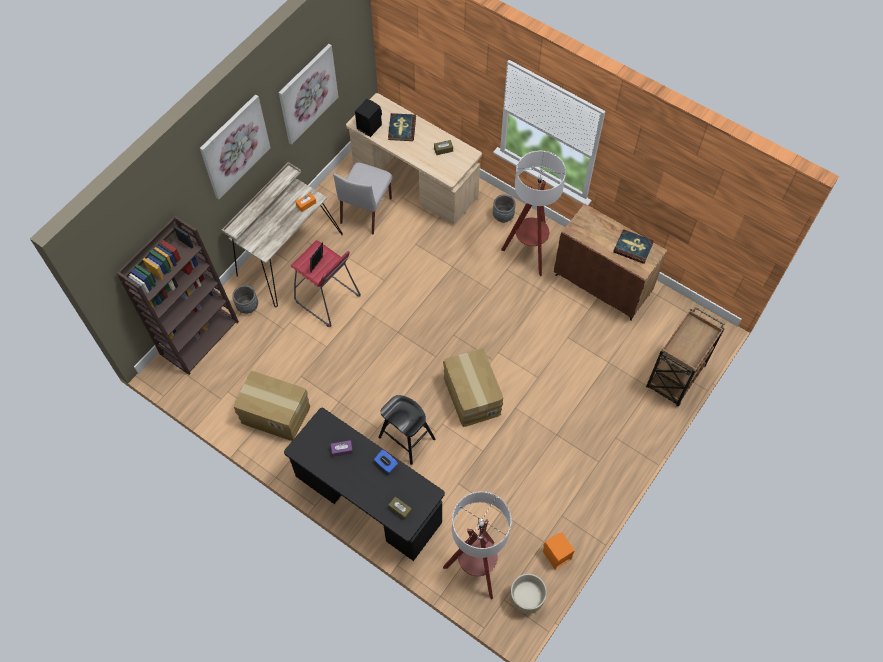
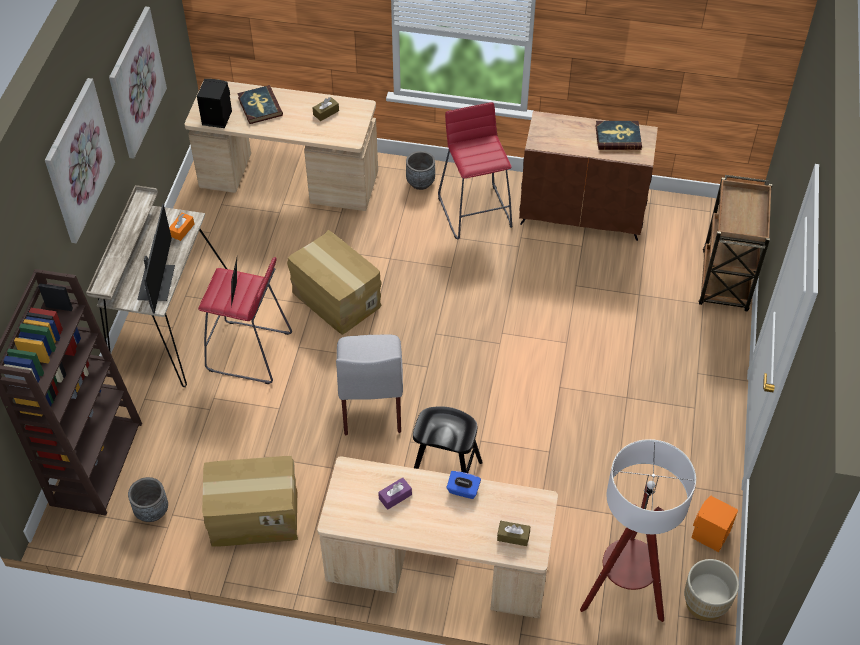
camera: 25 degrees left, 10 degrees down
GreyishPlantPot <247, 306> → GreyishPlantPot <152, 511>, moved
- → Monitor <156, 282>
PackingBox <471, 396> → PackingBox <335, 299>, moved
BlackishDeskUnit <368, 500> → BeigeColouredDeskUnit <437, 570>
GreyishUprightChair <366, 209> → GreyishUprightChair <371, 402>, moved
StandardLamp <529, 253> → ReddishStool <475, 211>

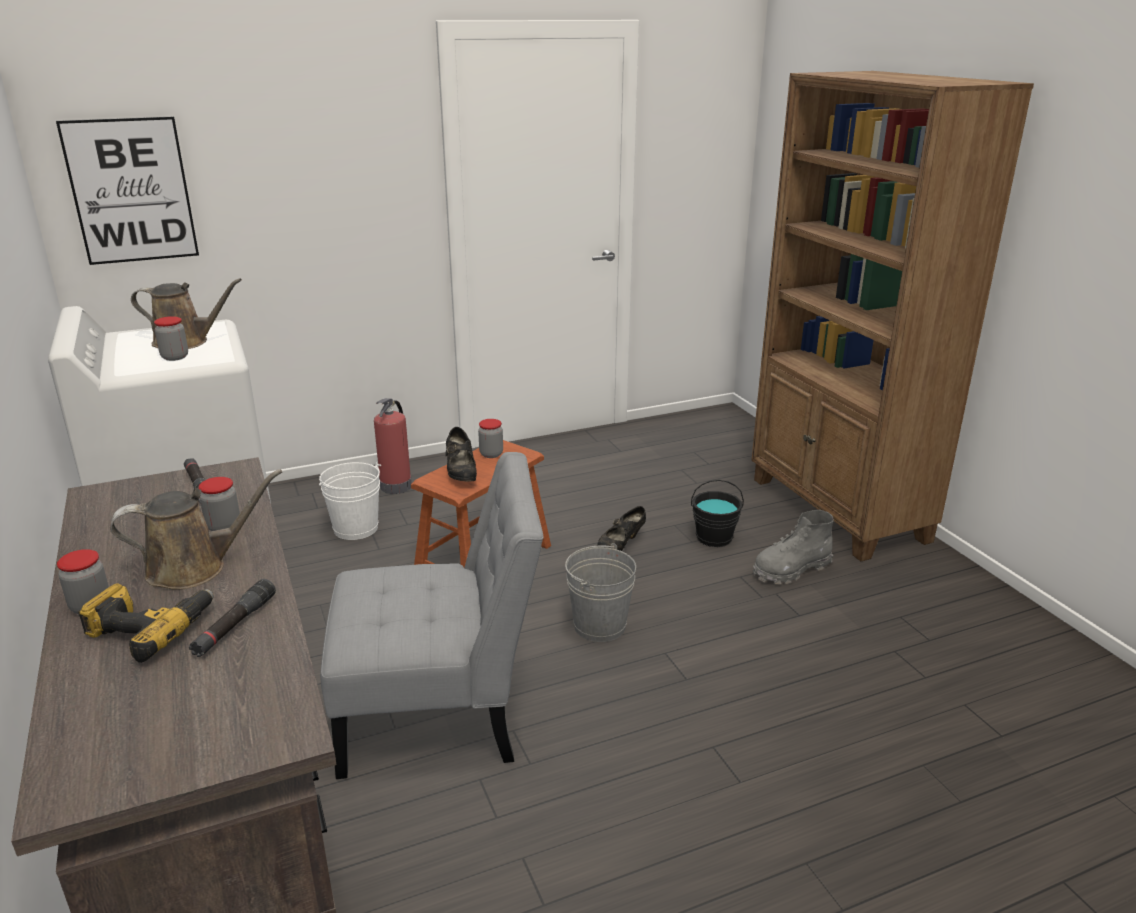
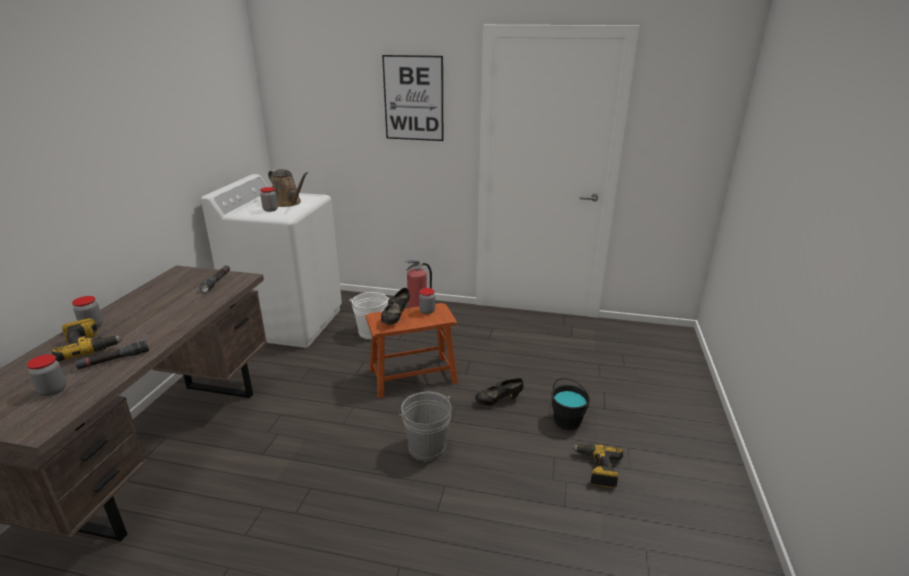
camera: 35 degrees right, 0 degrees up
PreserveJar <224, 526> → PreserveJar <53, 390>, moved
WallArt <131, 191> → WallArt <413, 98>, moved
GreyishHighTopBoot <791, 569> → Drill <597, 469>
BrownishSprinklingCan <195, 567> → -
GreyishUprightChair <440, 712> → -
BrownishShelvingUnit <837, 510> → -

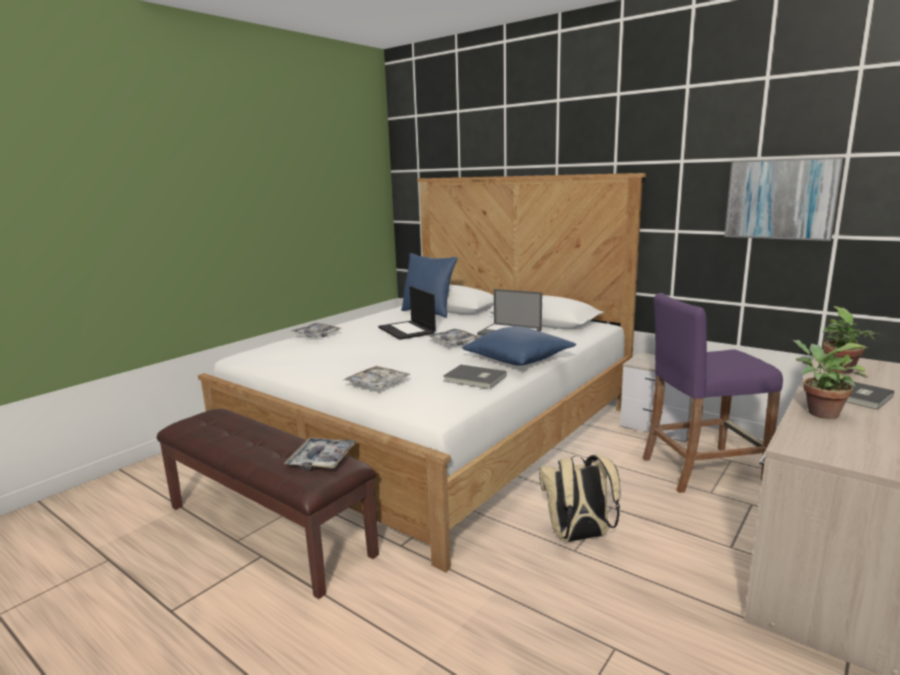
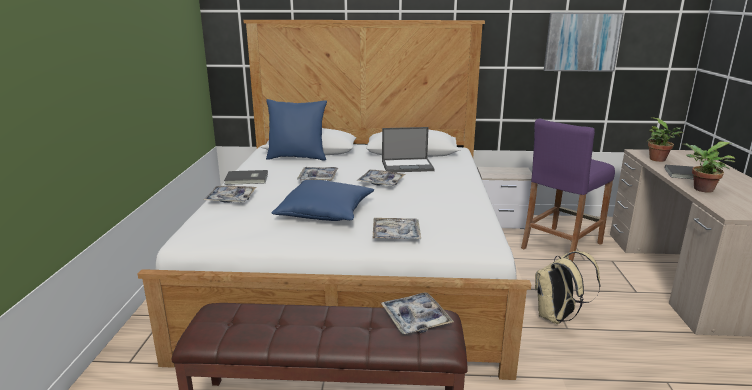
camera: 35 degrees left, 5 degrees up
GreyishBook <475, 379> → GreyishBook <247, 179>, moved
BlueCushion <518, 359> → BlueCushion <326, 213>, moved
NotebookComputer <407, 330> → ServingTray <318, 178>

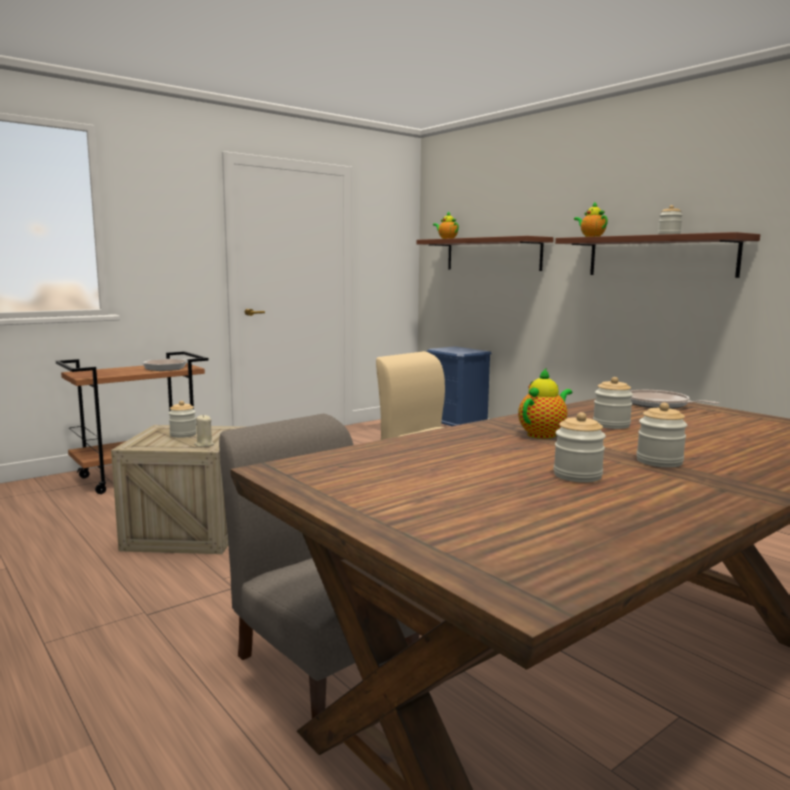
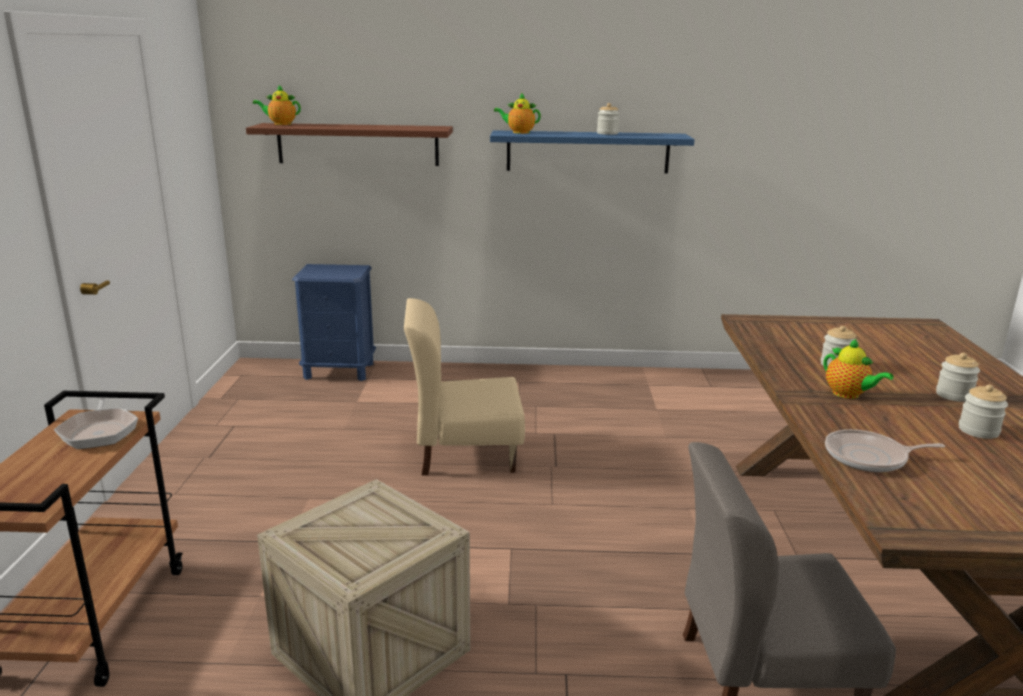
camera: 50 degrees left, 10 degrees up
BrownishShelf <660, 256> → BlueShelf <587, 152>
Teapot <543, 434> → Teapot <848, 395>, 150 degrees clockwise
FryingPan <659, 405> → FryingPan <869, 457>, moved
PreserveJar <183, 435> → -
BeigeColouredCandle <204, 445> → -

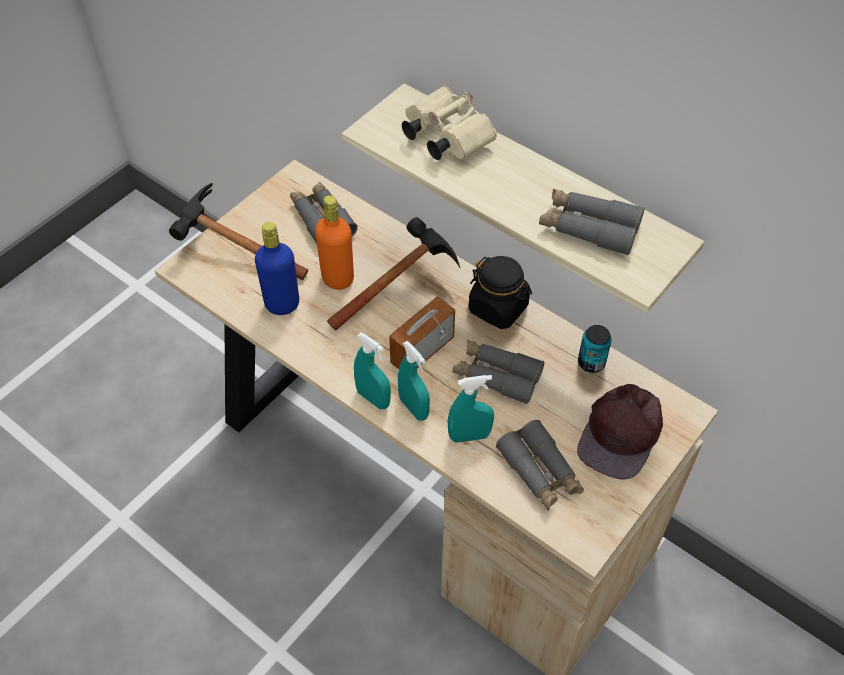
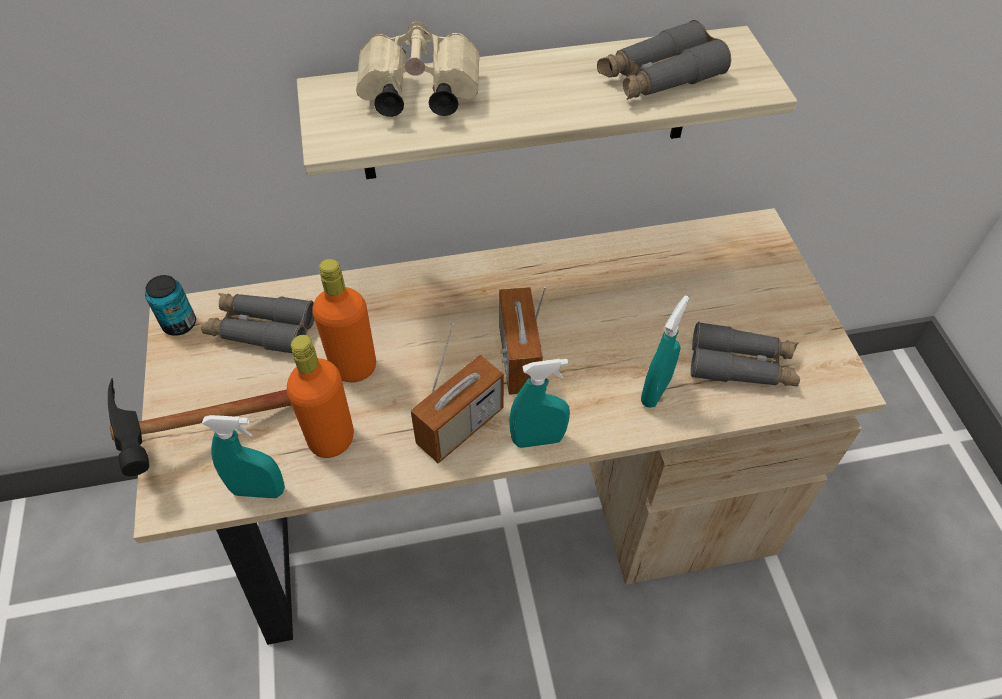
camera: 50 degrees left, 0 degrees up
MetalCan <591, 362> → MetalCan <179, 324>, moved
TurquoiseHandSprayer <413, 408> → TurquoiseHandSprayer <258, 490>, moved
BlueBeverageBottle <282, 304> → OrangeyBeverageBottle <331, 439>
- → Radio <460, 427>
HandHammer <402, 285> → -
GreyishFieldGlasses <496, 376> → -
BlackishPreserveJar <498, 308> → -
BrownishPeakedCap <622, 434> → -

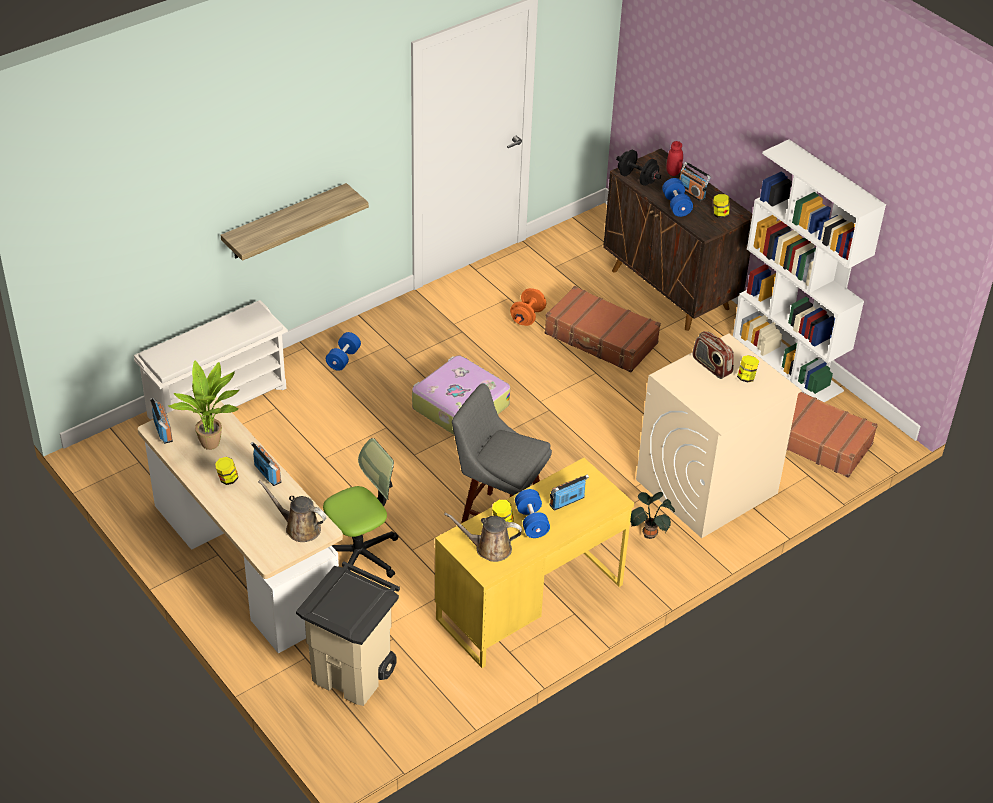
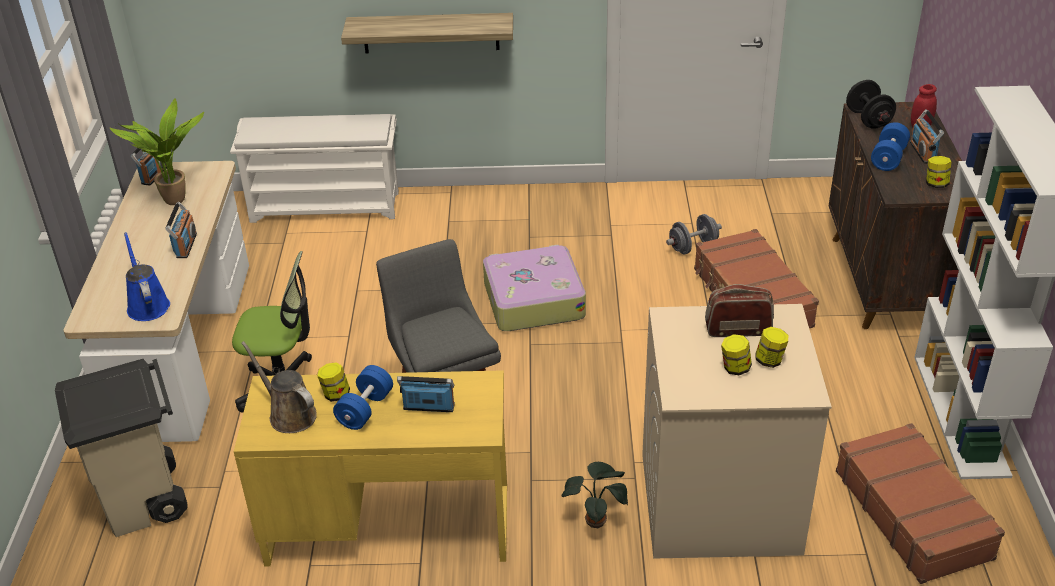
camera: 40 degrees right, 5 degrees down
BrownishSprinklingCan <299, 528> → BlueSprinklingCan <147, 305>
OrangeyDumbbell <527, 317> → GreyishDumbbell <693, 247>
Radio <711, 366> → Radio <737, 329>, 90 degrees clockwise
PreserveJar <227, 479> → PreserveJar <735, 368>, moved
BlueDumbbell <343, 359> → -

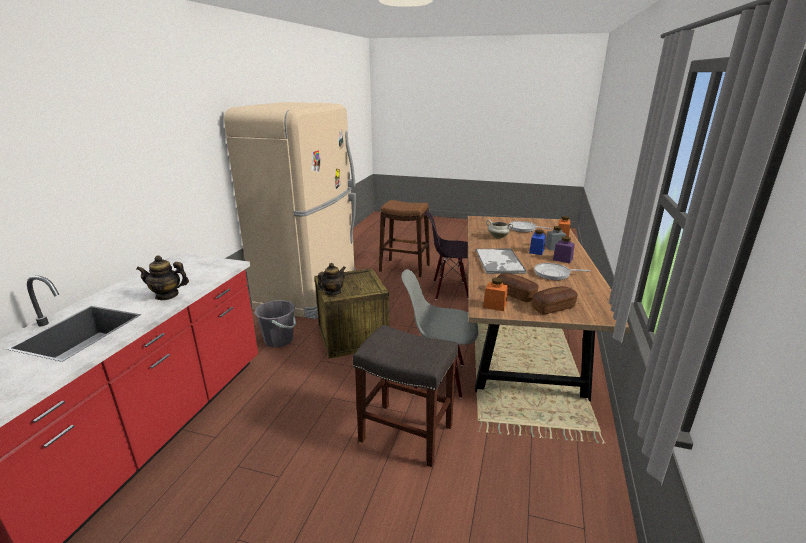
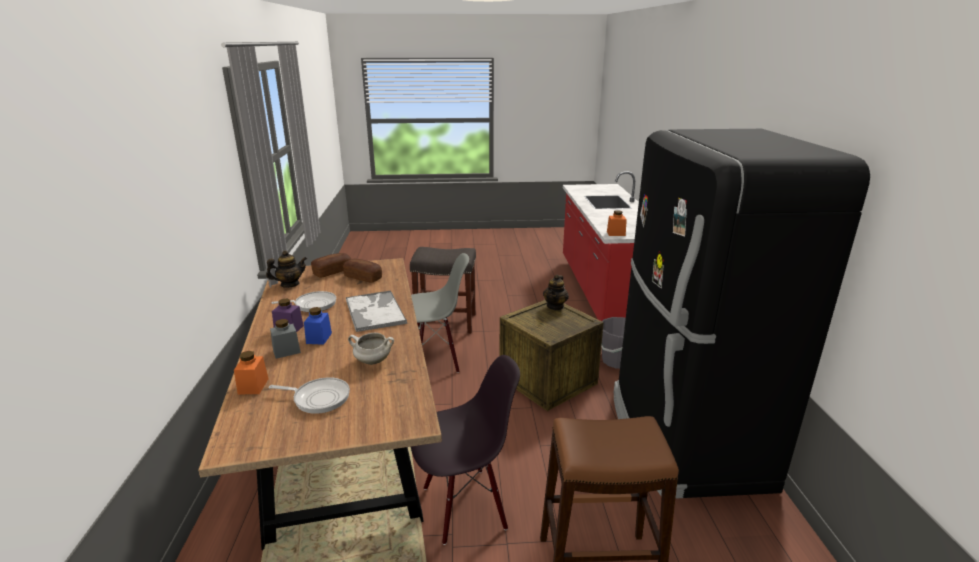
camera: 160 degrees right, 0 degrees up
Teapot <167, 295> → Teapot <289, 284>, moved
OrangeyPreserveJar <494, 305> → OrangeyPreserveJar <616, 233>, moved
BeigeColouredRefrigerator <310, 292> → BlackishRefrigerator <684, 438>

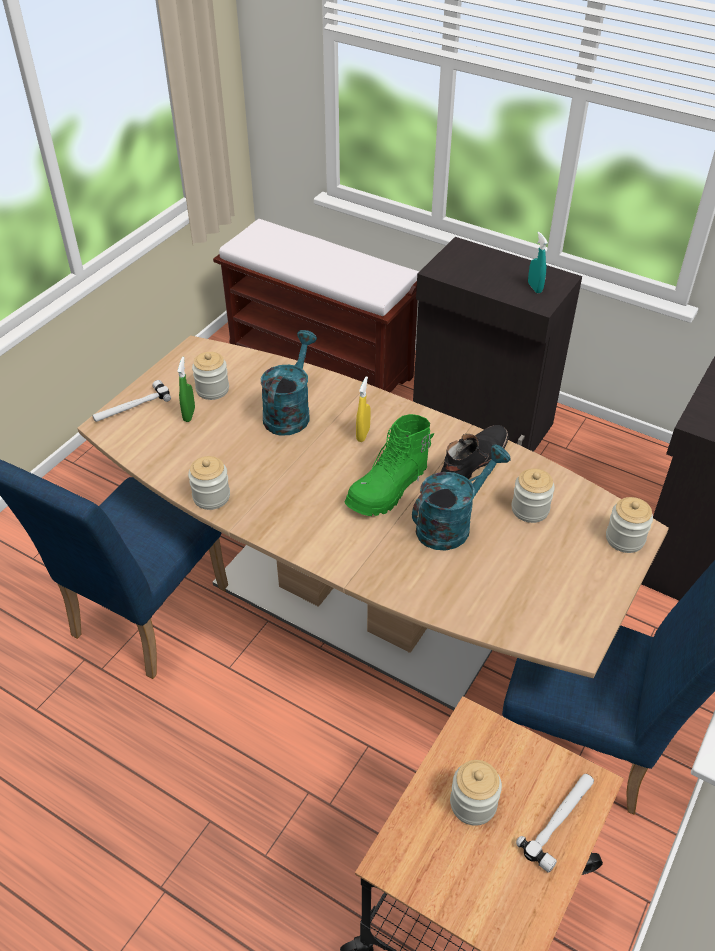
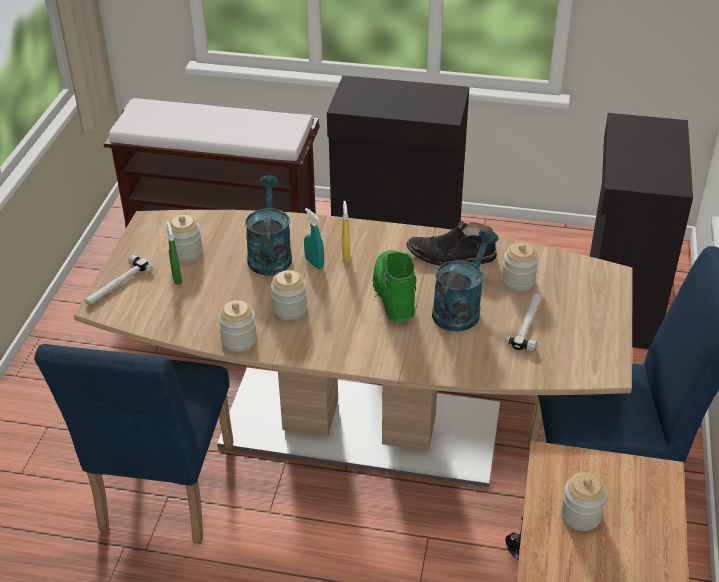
camera: 20 degrees left, 5 degrees down
PreserveJar <625, 539> → PreserveJar <290, 309>, moved
TurquoiseHandSprayer <534, 288> → TurquoiseHandSprayer <314, 263>, moved
GreenColouredHighTopBoot <389, 489> → GreenColouredHighTopBoot <393, 295>, 150 degrees clockwise
BlackishHighTopBoot <471, 461> → BlackishHighTopBoot <451, 256>, 105 degrees counterclockwise
HandHammer <560, 820> → HandHammer <529, 324>, moved

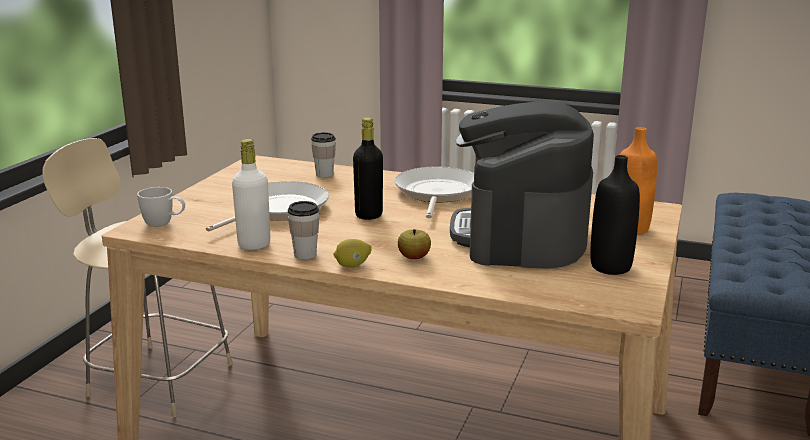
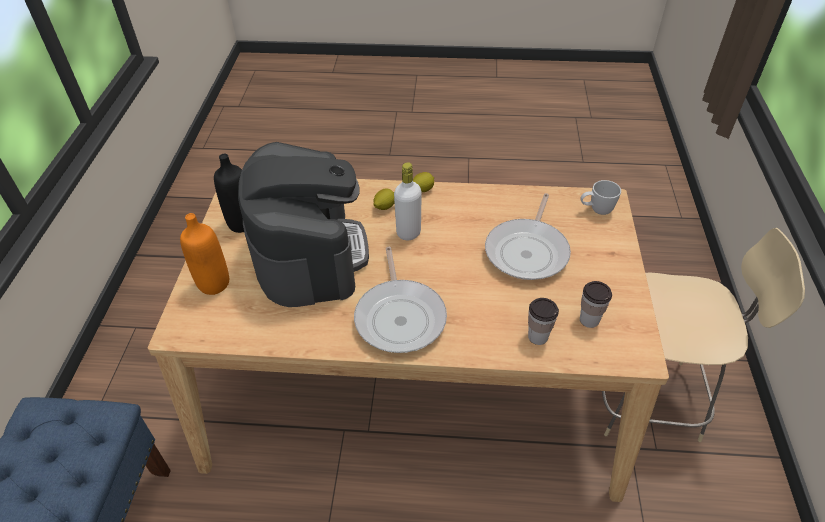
camera: 165 degrees right, 25 degrees up
Apple <414, 257> → Lemon <384, 207>
WhiteColouredBeverageBottle <254, 244> → WhiteColouredBeverageBottle <408, 233>, moved
Cup <305, 254> → Cup <589, 320>, moved
BlackishBeverageBottle <369, 215> → -

